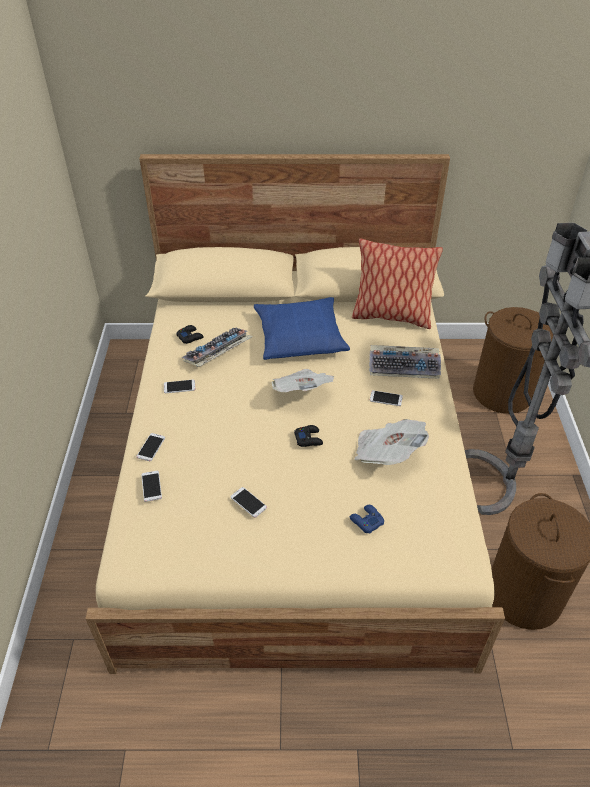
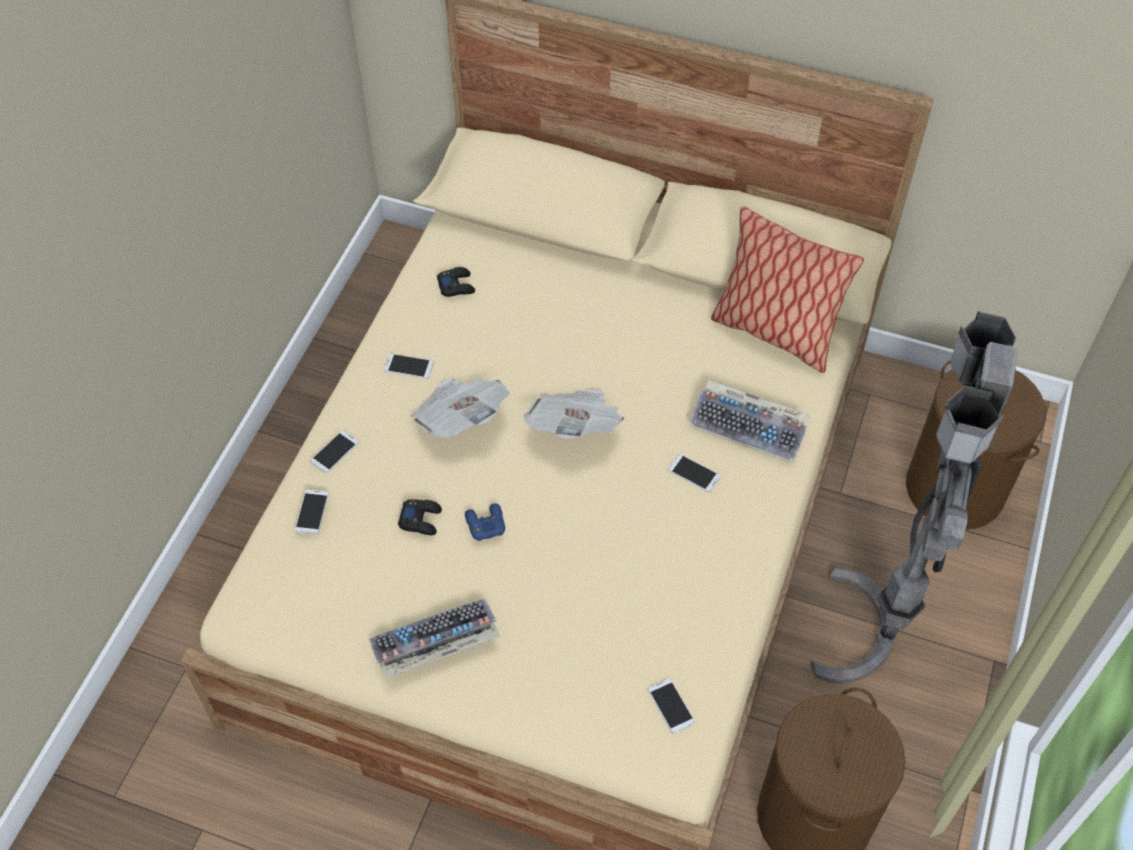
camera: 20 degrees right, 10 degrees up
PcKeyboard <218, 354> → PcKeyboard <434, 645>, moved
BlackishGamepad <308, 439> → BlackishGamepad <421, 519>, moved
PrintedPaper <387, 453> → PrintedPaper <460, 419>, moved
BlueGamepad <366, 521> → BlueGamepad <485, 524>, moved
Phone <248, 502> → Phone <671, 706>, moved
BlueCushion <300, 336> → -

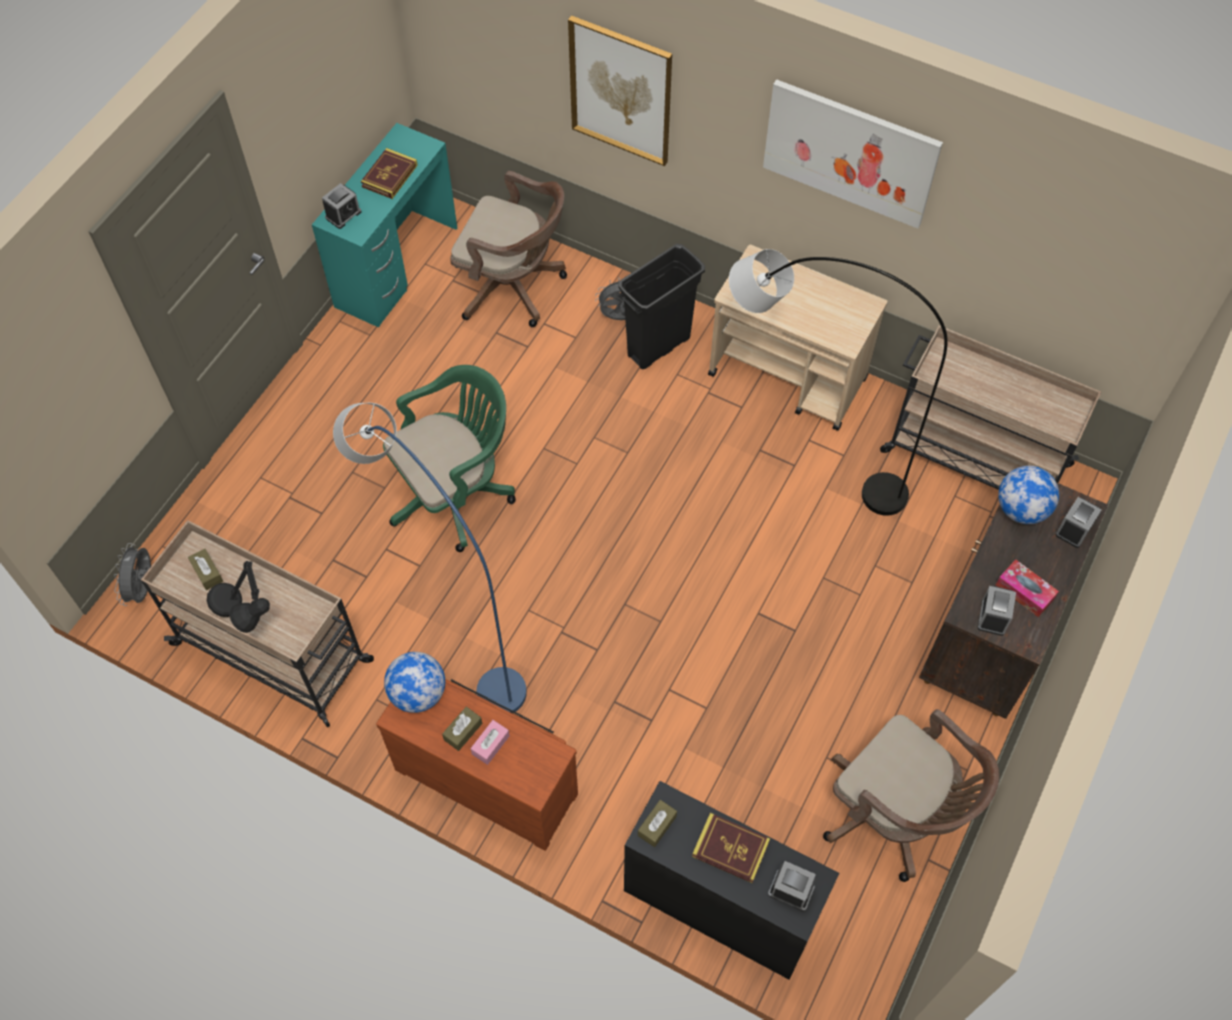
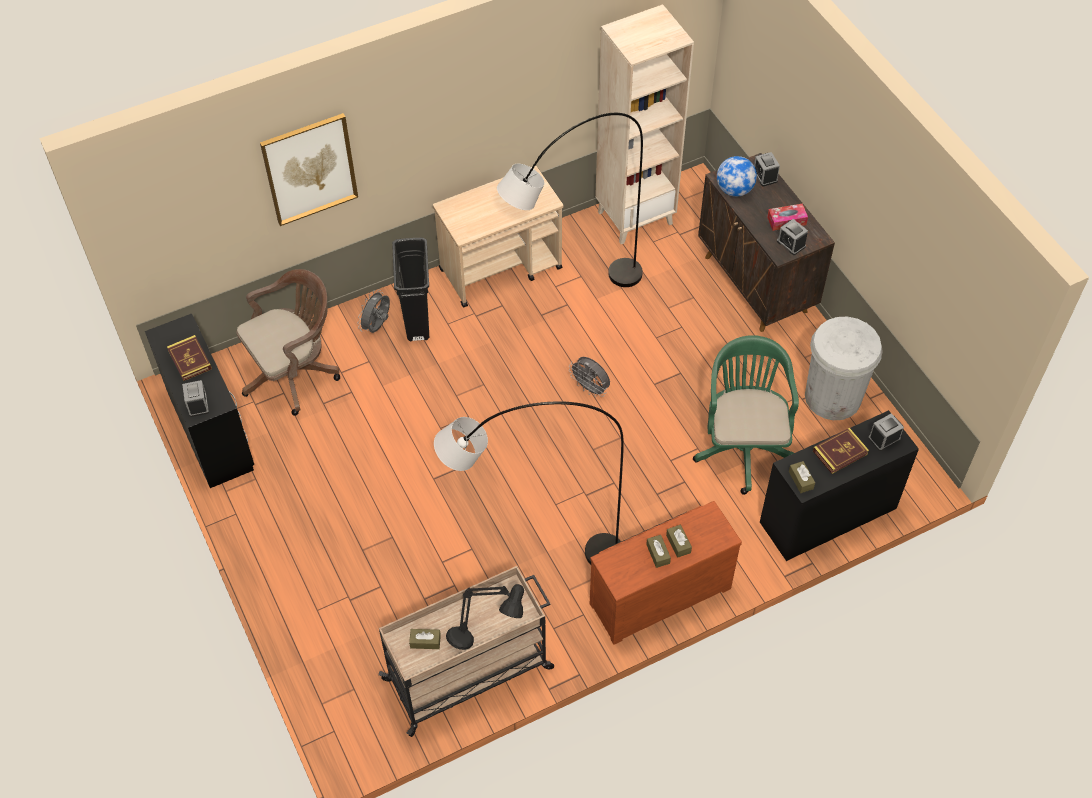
camera: 55 degrees left, 5 degrees down
TurquoiseDeskUnit <396, 266> → BlackishDeskUnit <210, 431>
BlueStandardLamp <447, 626> → GreyishStandardLamp <531, 557>
GreyishFan <144, 589> → GreyishFan <590, 389>, moved
BeigeColouredCart <973, 458> → BeigeColouredShelvingUnit <635, 217>
PinkColouredTissueBox <490, 745> → BrownishTissueBox <678, 544>
GreenColouredDeskChair <456, 493> → GreenColouredDeskChair <743, 445>, moved
BrownishDeskChair <895, 815> → WhiteColouredTrashCan <833, 397>
WorldGlobe <418, 694> → -
WallArt <850, 153> → -

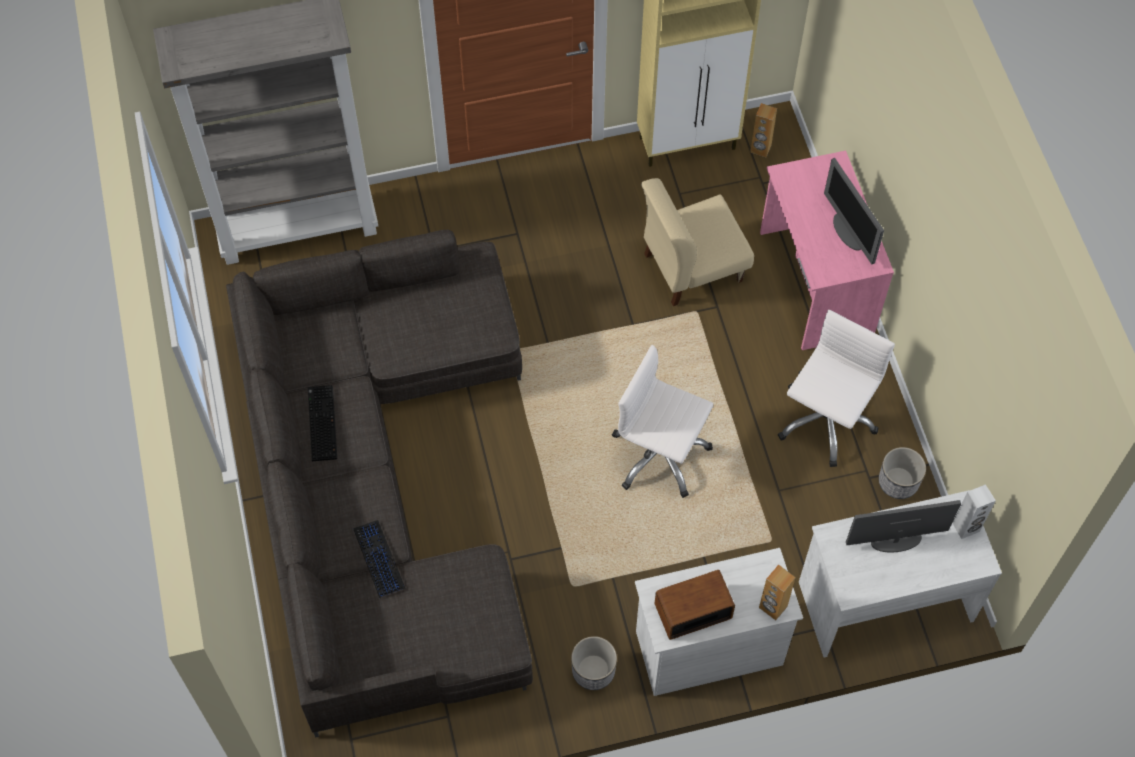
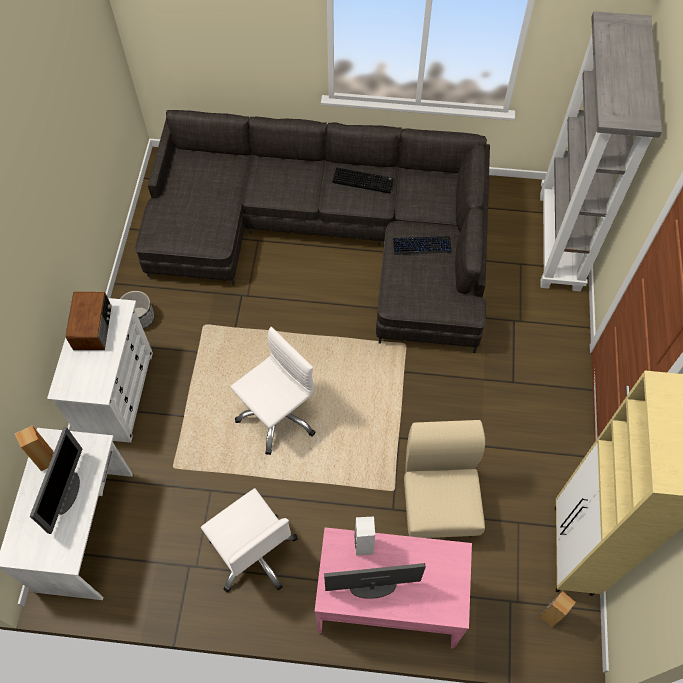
camera: 110 degrees right, 0 degrees up
BrownishAudioSpeaker <772, 607> → BrownishAudioSpeaker <46, 460>, moved
WhiteColouredAudioSpeaker <966, 527> → WhiteColouredAudioSpeaker <363, 545>, moved
PcKeyboard <378, 559> → PcKeyboard <422, 246>, moved
PlantPot <898, 482> → -

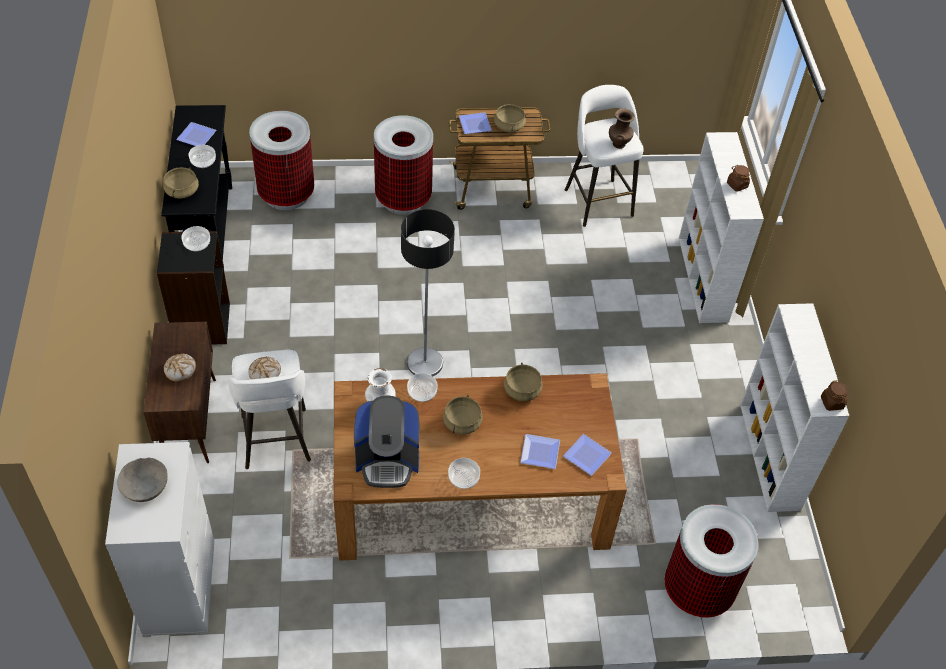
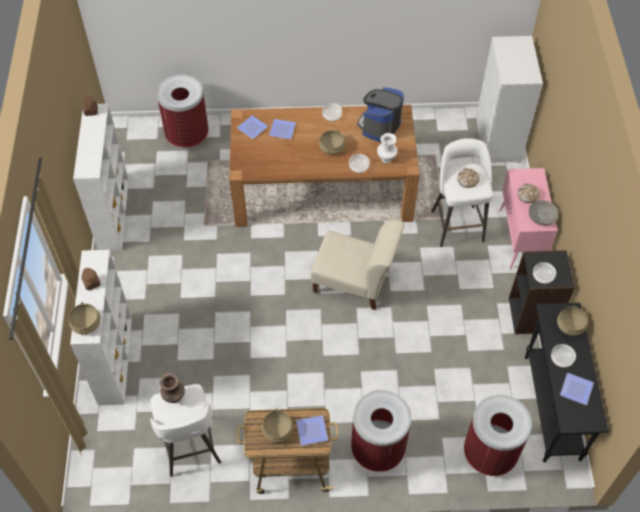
camera: 175 degrees left, 5 degrees up
BeigeColouredStockpot <522, 390> → BeigeColouredStockpot <86, 324>, moved
StandardLamp <424, 363> → BeigeColouredUprightChair <354, 282>
CoffeeMaker <387, 460> → CoffeeMaker <379, 126>, 60 degrees counterclockwise
BrownishStorageCabinet <189, 420> → PinkColouredStorageCabinet <520, 239>
GreyishBowl <144, 487> → GreyishBowl <541, 217>, moved

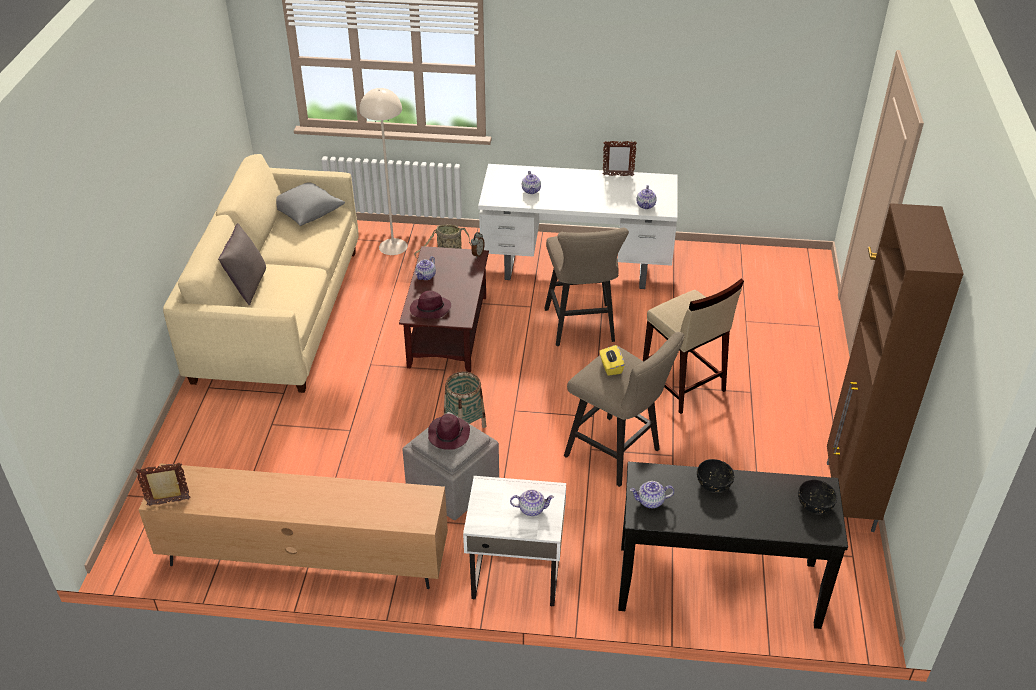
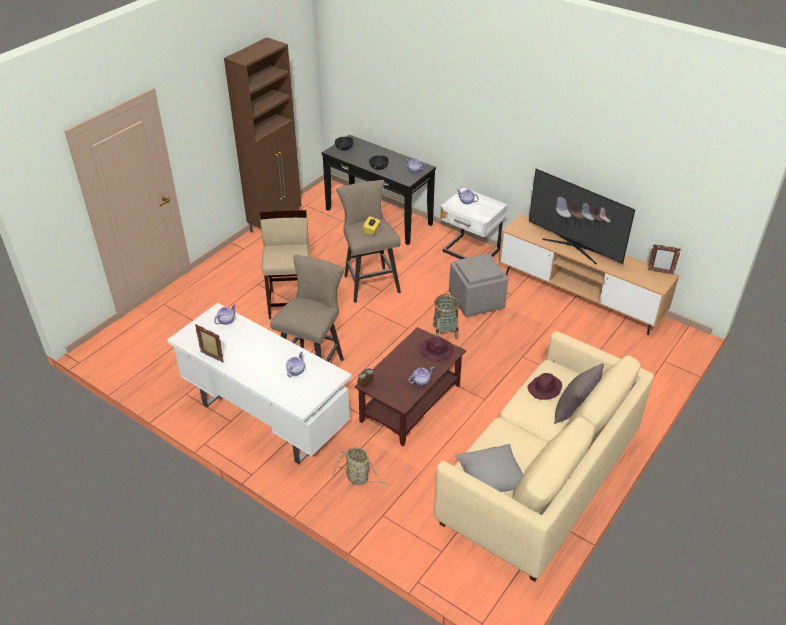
camera: 150 degrees left, 0 degrees up
PurplishHat <448, 434> → PurplishHat <544, 389>, moved
- → Television <573, 246>
BeigeColouredStandardLamp <393, 246> → -

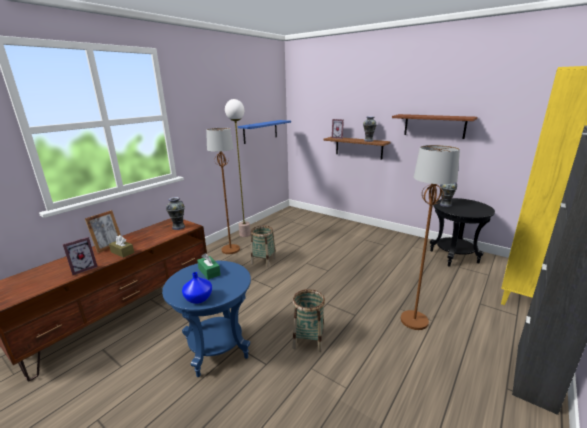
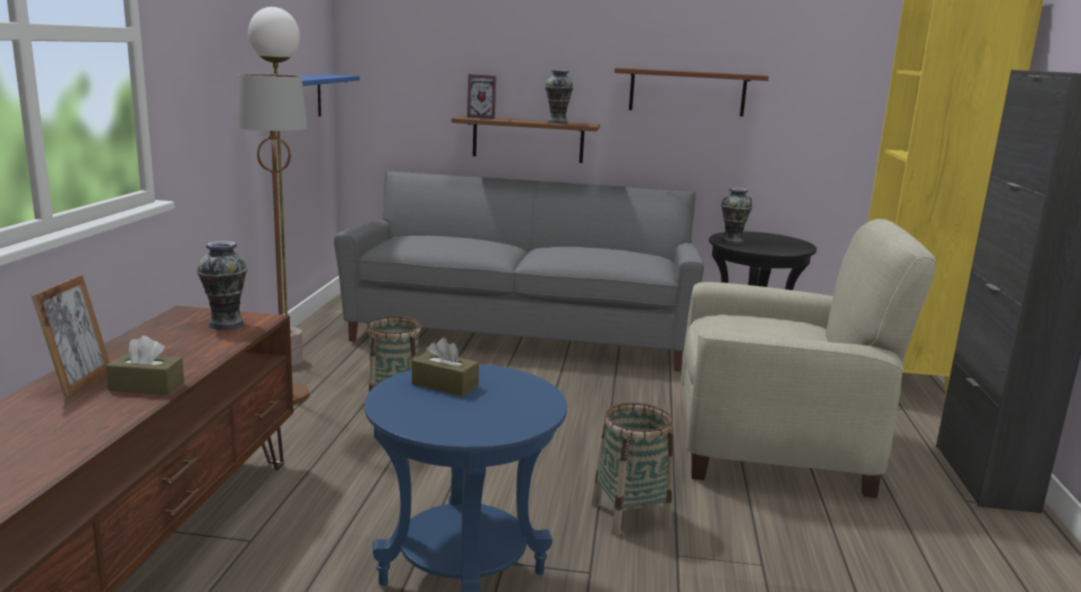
camera: 30 degrees left, 5 degrees down
- → GreyishSettee <522, 332>
GreenColouredTissueBox <209, 272> → BrownishTissueBox <445, 385>
BrownishStandardLamp <414, 321> → BeigeColouredLoungeChair <775, 447>
StandingFrame <83, 268> → -
BlueVase <199, 298> → -

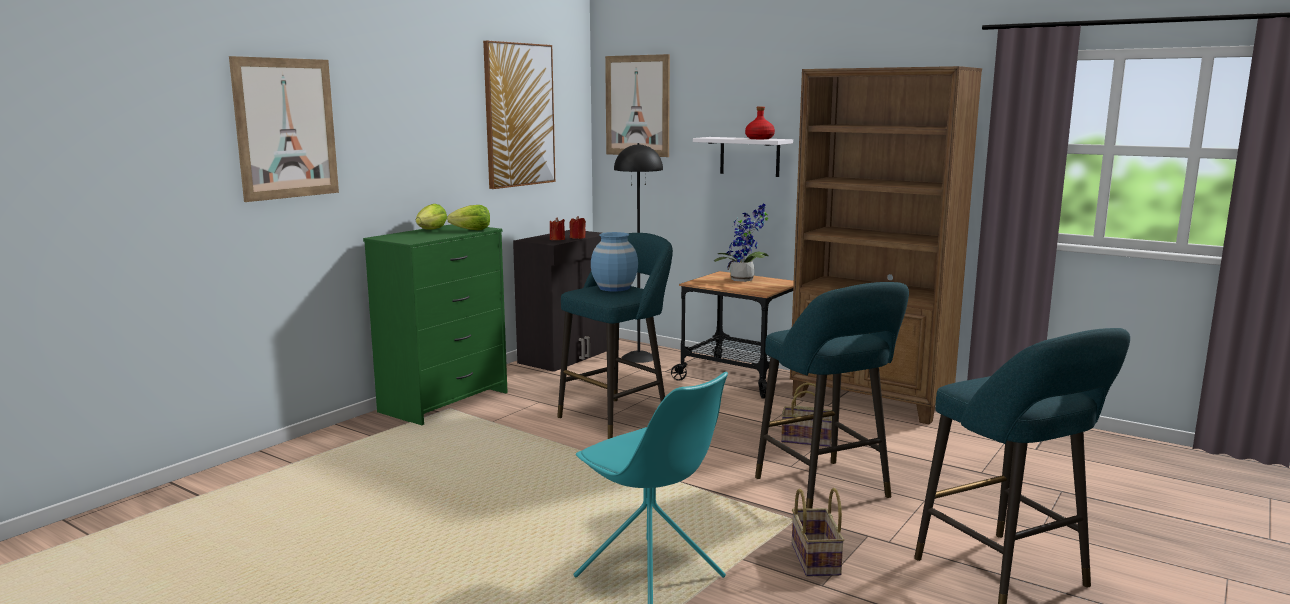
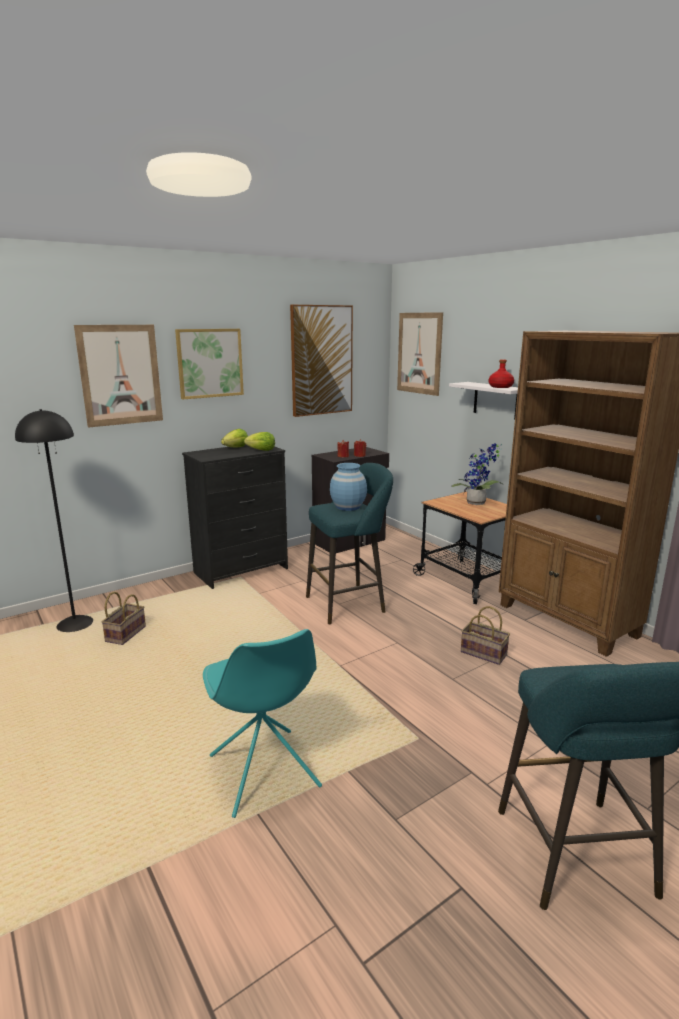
camera: 20 degrees right, 5 degrees up
BlackishStandardLamp <638, 357> → BlackishStandardLamp <75, 623>, moved
StorageBasket <813, 558> → StorageBasket <125, 633>, moved
- → WallArt <210, 363>
GreenColouredDrawerChest <445, 402> → BlackishDrawerChest <241, 571>
TurquoiseStool <826, 490> → -

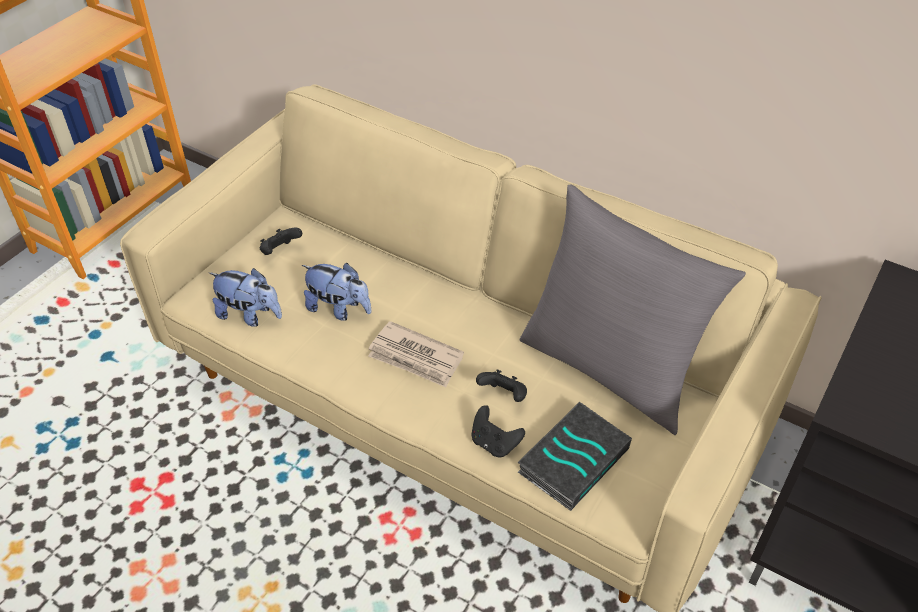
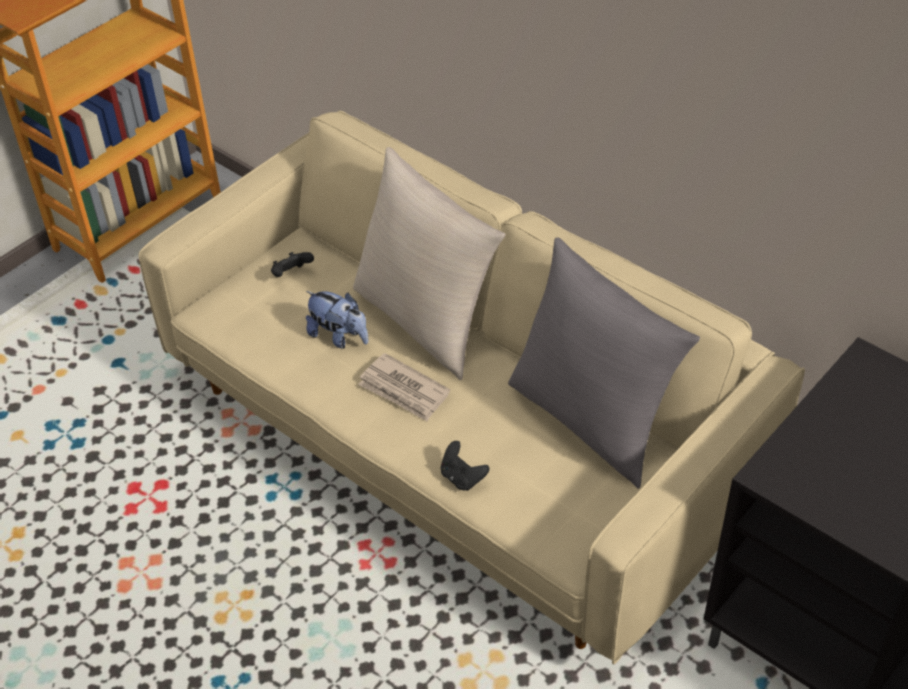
camera: 10 degrees right, 0 degrees up
- → BeigeColouredCushion <426, 320>
SoftToy <250, 315> → -
BlackishGamepad <503, 395> → -
Book <573, 458> → -

